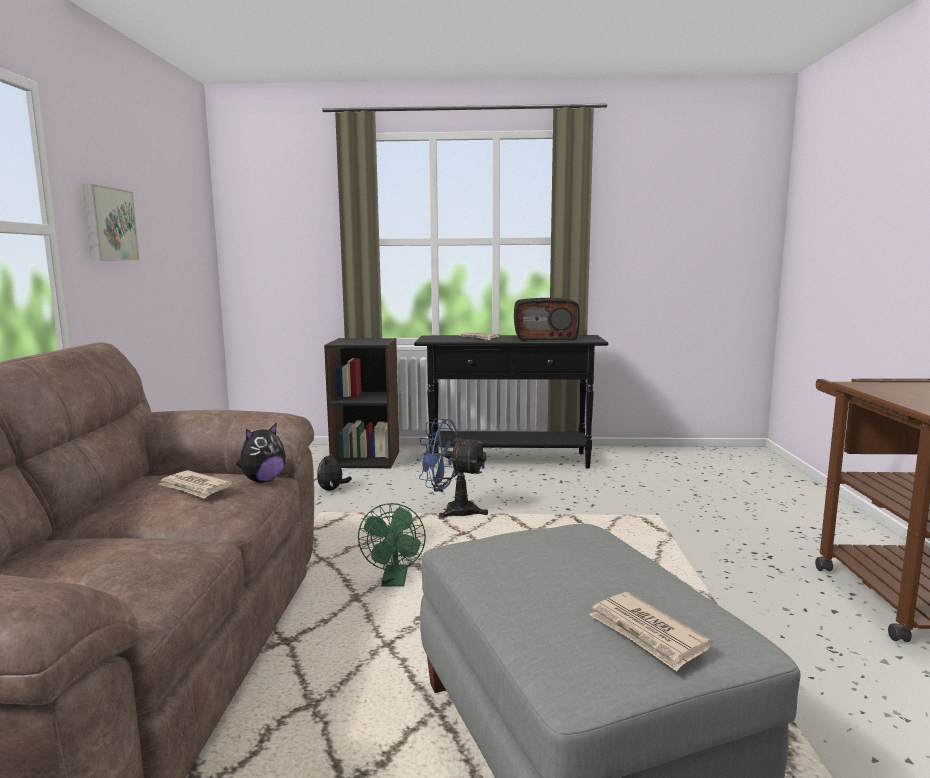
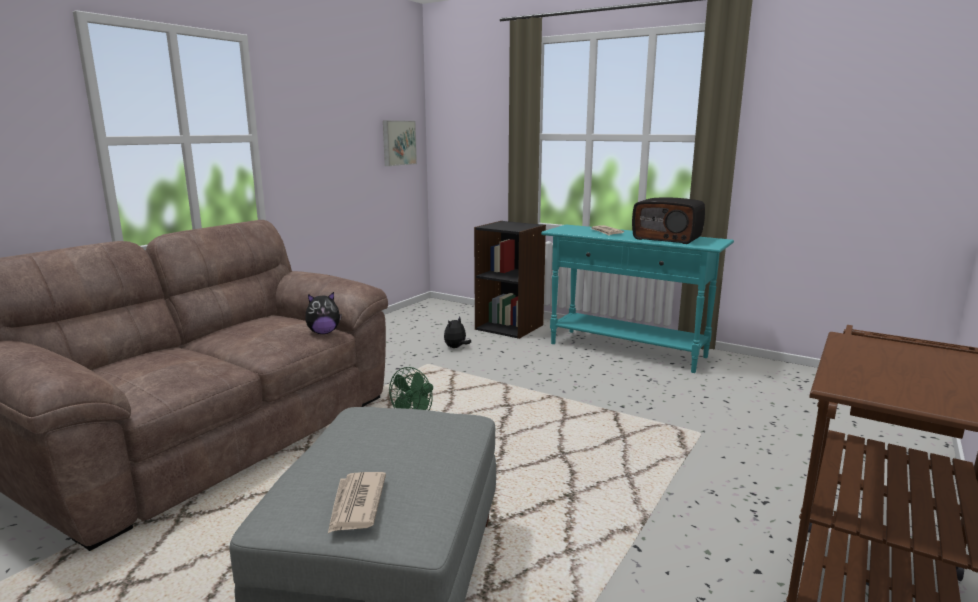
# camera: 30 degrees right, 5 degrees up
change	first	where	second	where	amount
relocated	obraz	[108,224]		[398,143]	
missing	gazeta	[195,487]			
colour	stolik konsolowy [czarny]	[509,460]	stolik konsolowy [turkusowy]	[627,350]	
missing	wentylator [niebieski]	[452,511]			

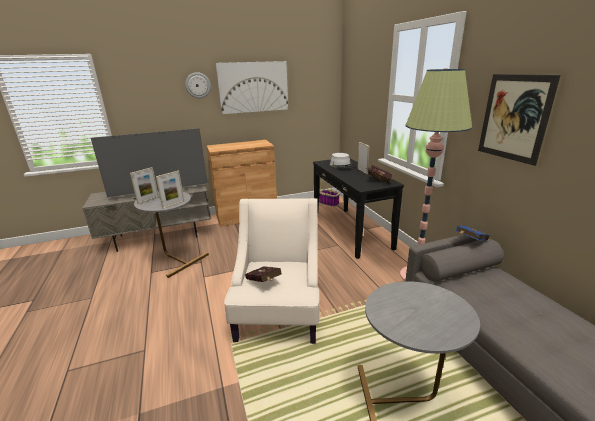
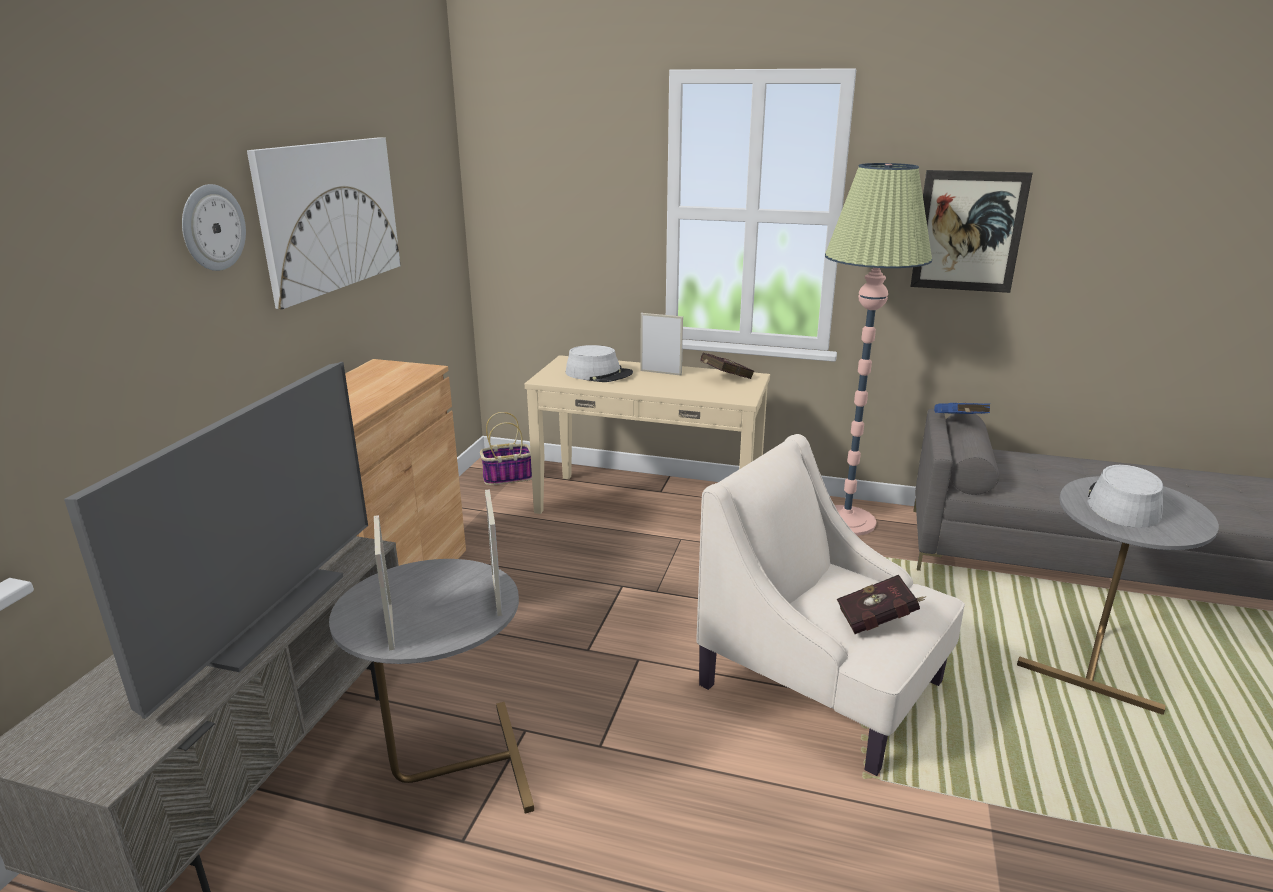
# camera: 55 degrees left, 0 degrees up
change	first	where	second	where	amount
colour	stolik konsolowy [czarny]	[351,231]	stolik konsolowy [beżowy]	[648,506]	
appeared			kapelusz [szary]	[1122,504]	

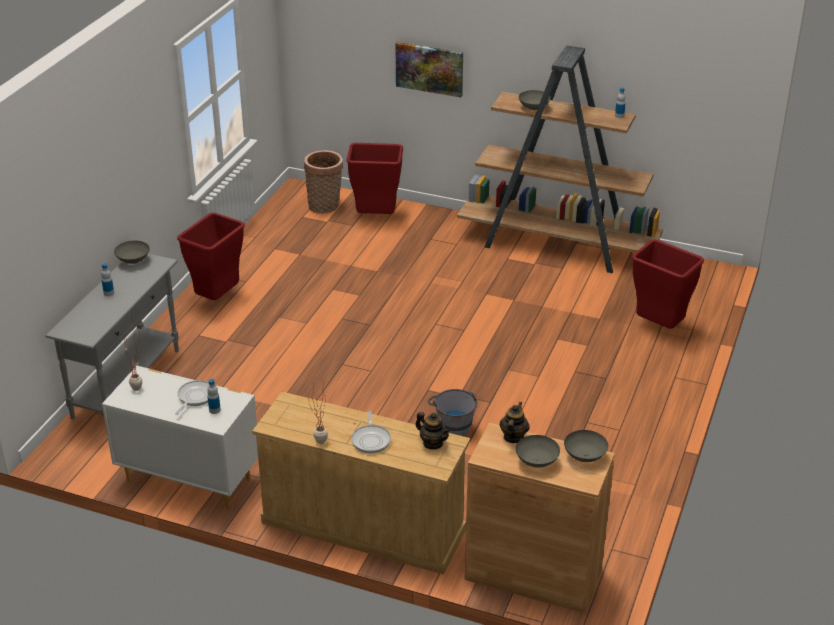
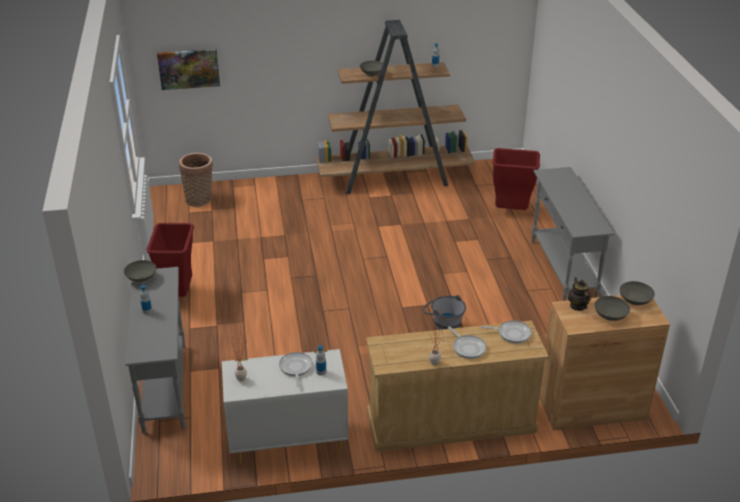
# camera: 30 degrees left, 0 degrees up
change	first	where	second	where	amount
missing	kosz na śmieci [czerwony]	[375,218]			
relocated	obraz	[429,68]		[189,68]	
exchanged	imbryk	[433,443]	patelnia	[512,333]	
appeared			stolik konsolowy [szary]	[562,270]	

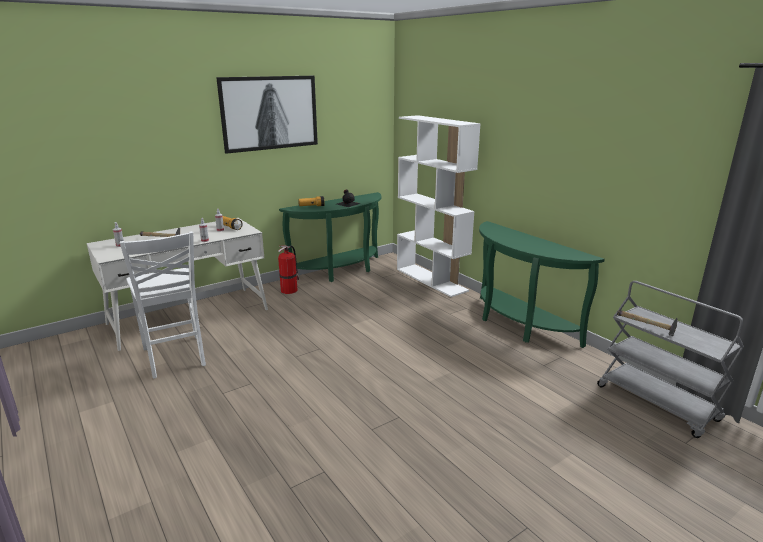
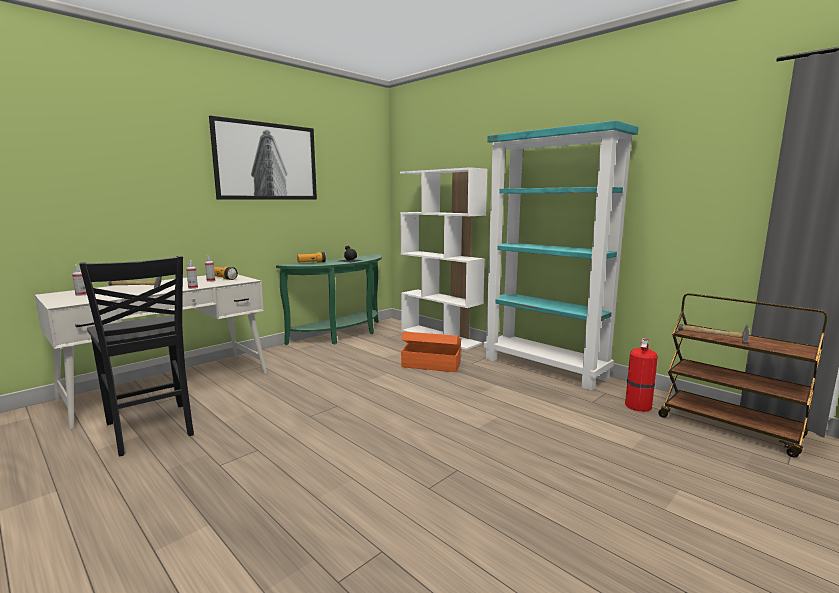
# camera: 10 degrees left, 10 degrees down
change	first	where	second	where	amount
colour	krzesło [biały]	[175,357]	krzesło [czarny]	[151,430]	
relocated	gaśnica	[289,290]		[638,405]	
exchanged	stolik konsolowy [zielony]	[517,325]	regał [turkusowy]	[545,368]	
colour	wózek [szary]	[657,403]	wózek [brązowy]	[730,427]	
appeared			pojemnik do przechowywania [pomarańczowy]	[430,365]	

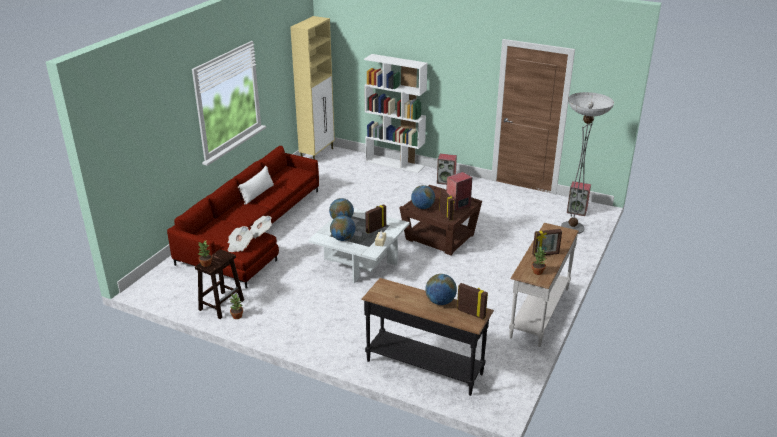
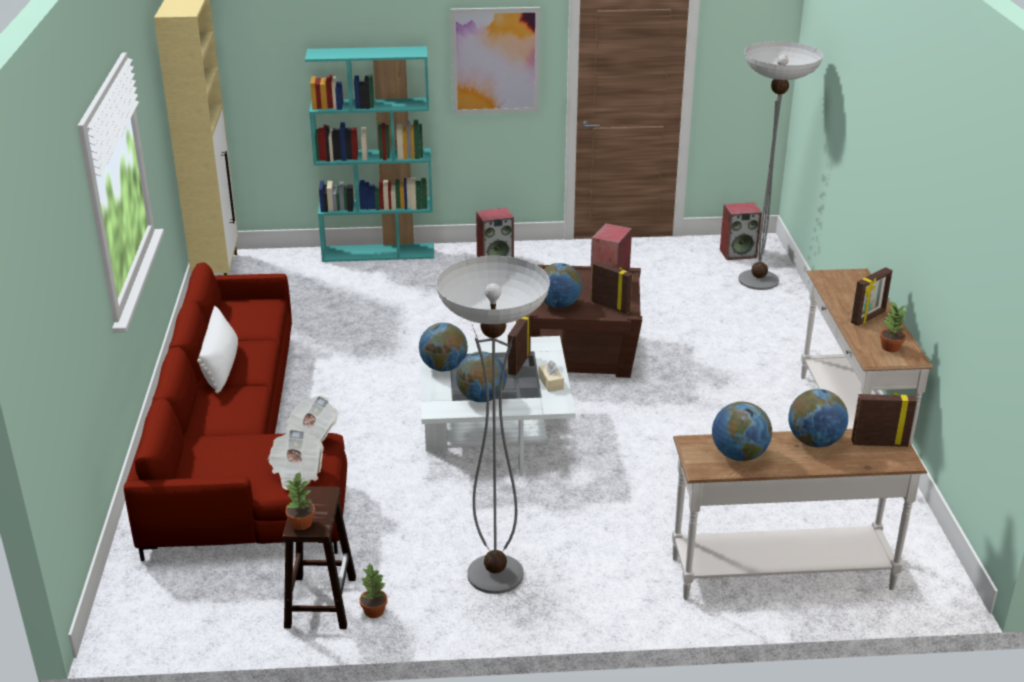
# camera: 30 degrees left, 0 degrees up
change	first	where	second	where	amount
colour	stolik konsolowy [czarny]	[424,366]	stolik konsolowy [biały]	[781,572]	
colour	regał [biały]	[395,164]	regał [turkusowy]	[379,252]	
appeared			lampa stojąca	[495,574]	
appeared			obraz	[495,60]	
appeared			globus	[739,455]	

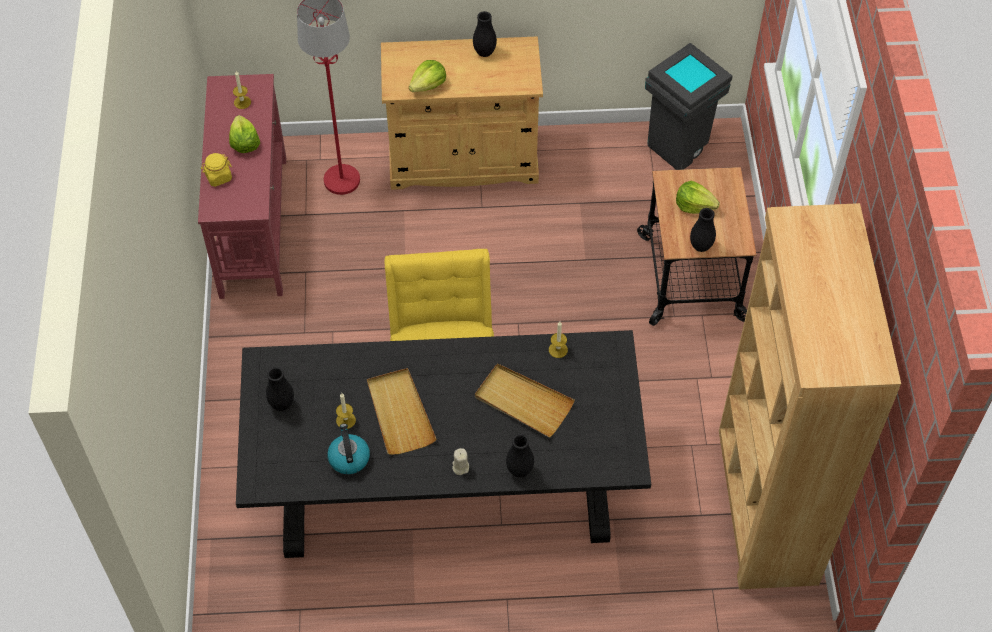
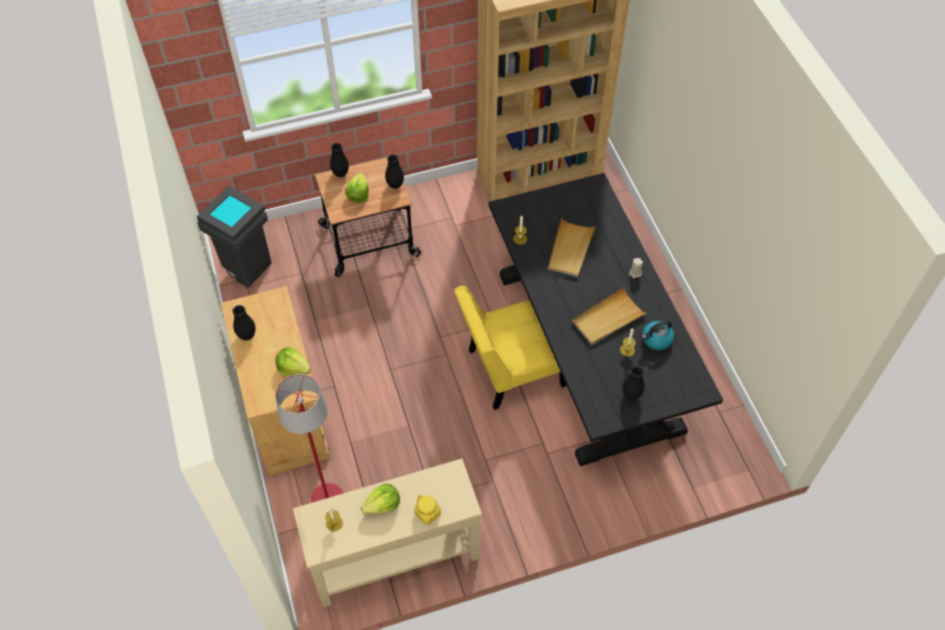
# camera: 105 degrees left, 0 degrees up
change	first	where	second	where	amount
colour	stolik konsolowy [czerwony]	[254,225]	stolik konsolowy [beżowy]	[393,556]	
relocated	wazon [czarny]	[519,470]		[340,174]	

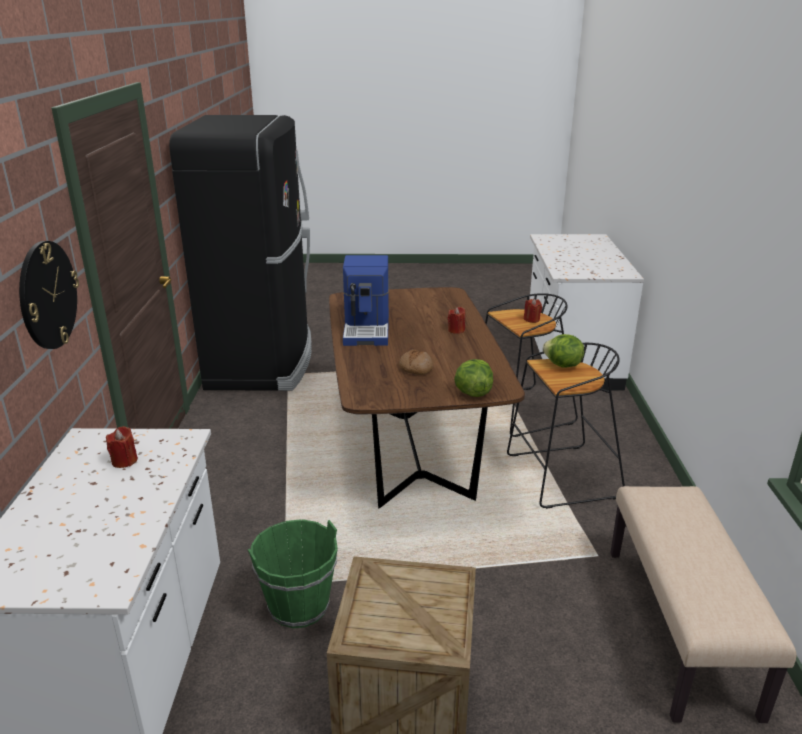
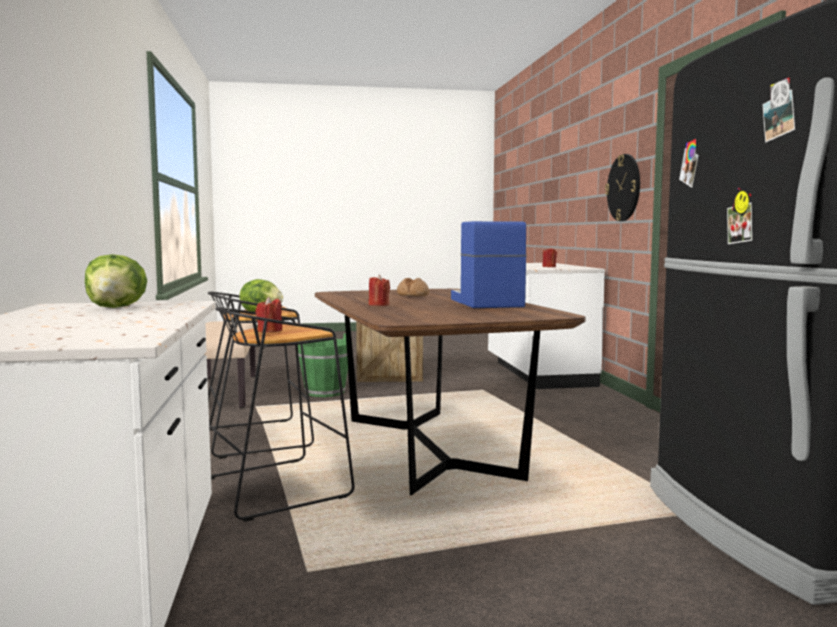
# camera: 170 degrees right, 20 degrees down
change	first	where	second	where	amount
relocated	wiadro [zielony]	[299,606]		[325,392]	
relocated	sałata	[472,393]		[116,307]	

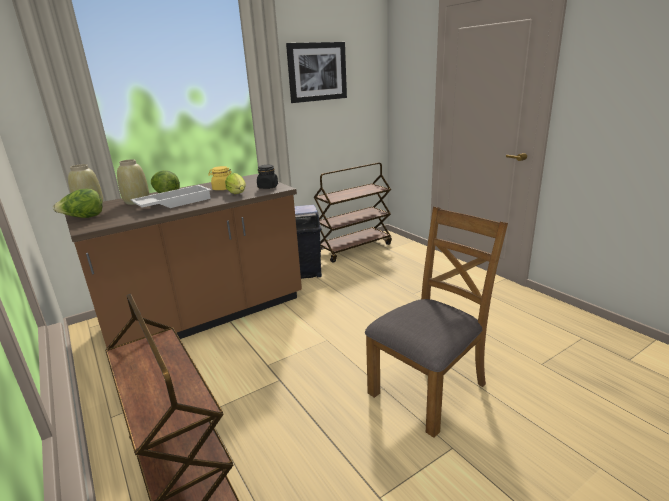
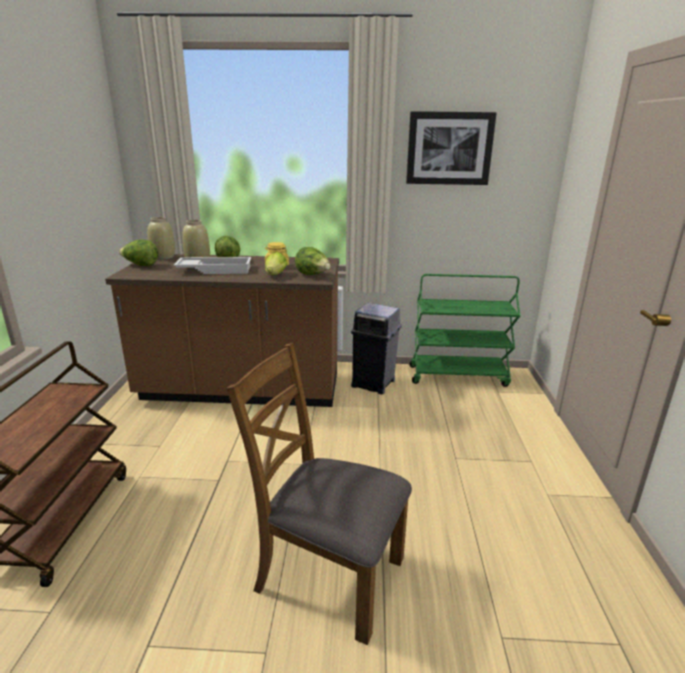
# camera: 35 degrees right, 0 degrees up
change	first	where	second	where	amount
exchanged	słoik [czarny]	[268,187]	sałata	[313,275]	
colour	wózek [brązowy]	[354,248]	wózek [zielony]	[458,376]	
spun	krzesło [brązowy]	[429,388]		[328,574]	150 degrees counterclockwise

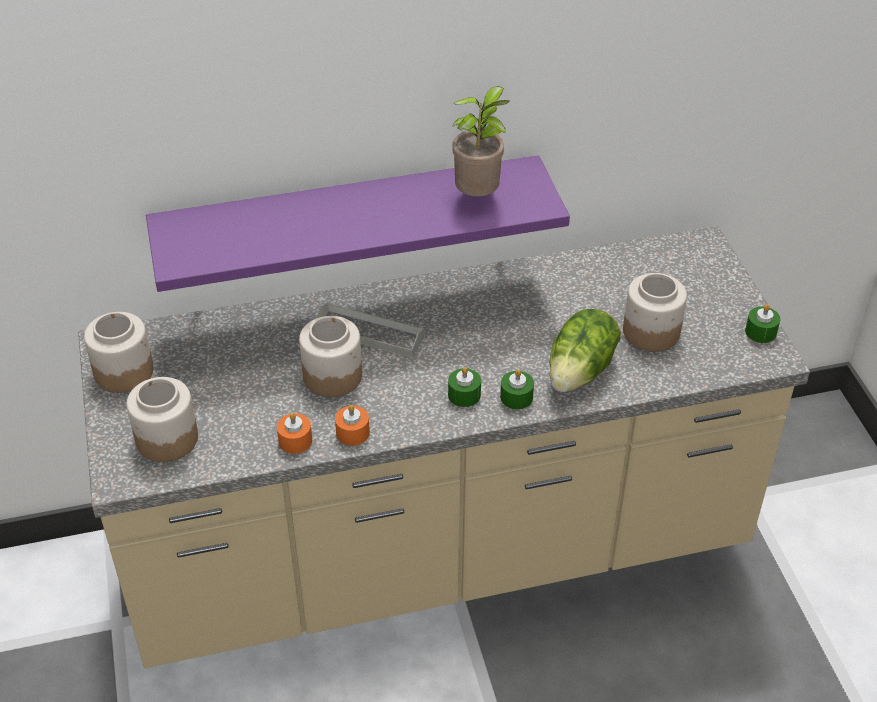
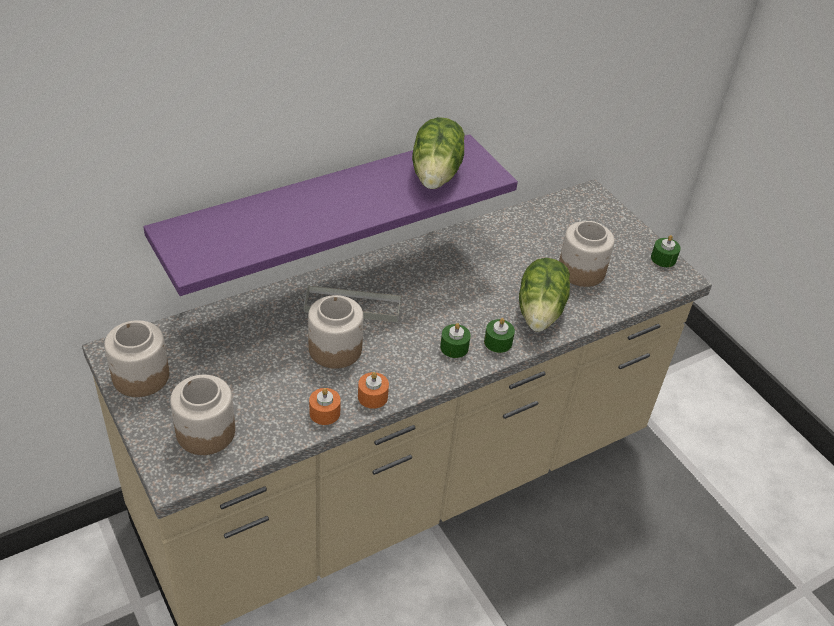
# camera: 20 degrees left, 0 degrees up
change	first	where	second	where	amount
exchanged	roślina doniczkowa	[479,197]	sałata	[437,174]	

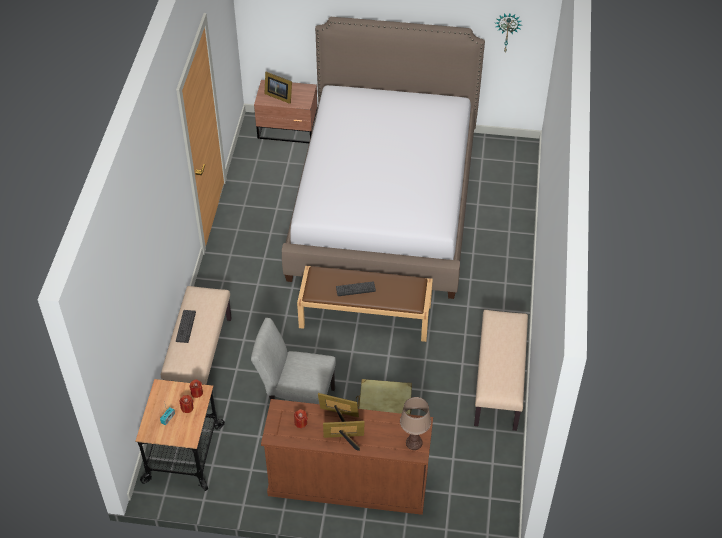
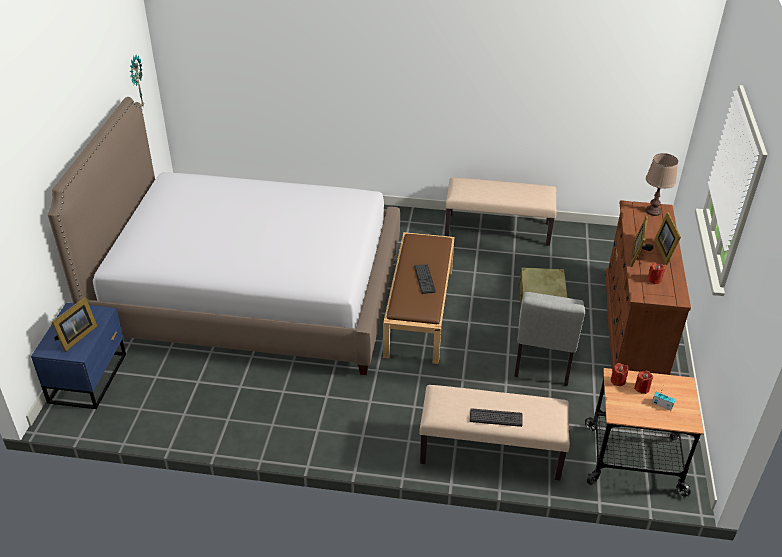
# camera: 90 degrees left, 10 degrees down
change	first	where	second	where	amount
colour	szafka nocna [brązowy]	[288,130]	szafka nocna [niebieski]	[90,377]	

